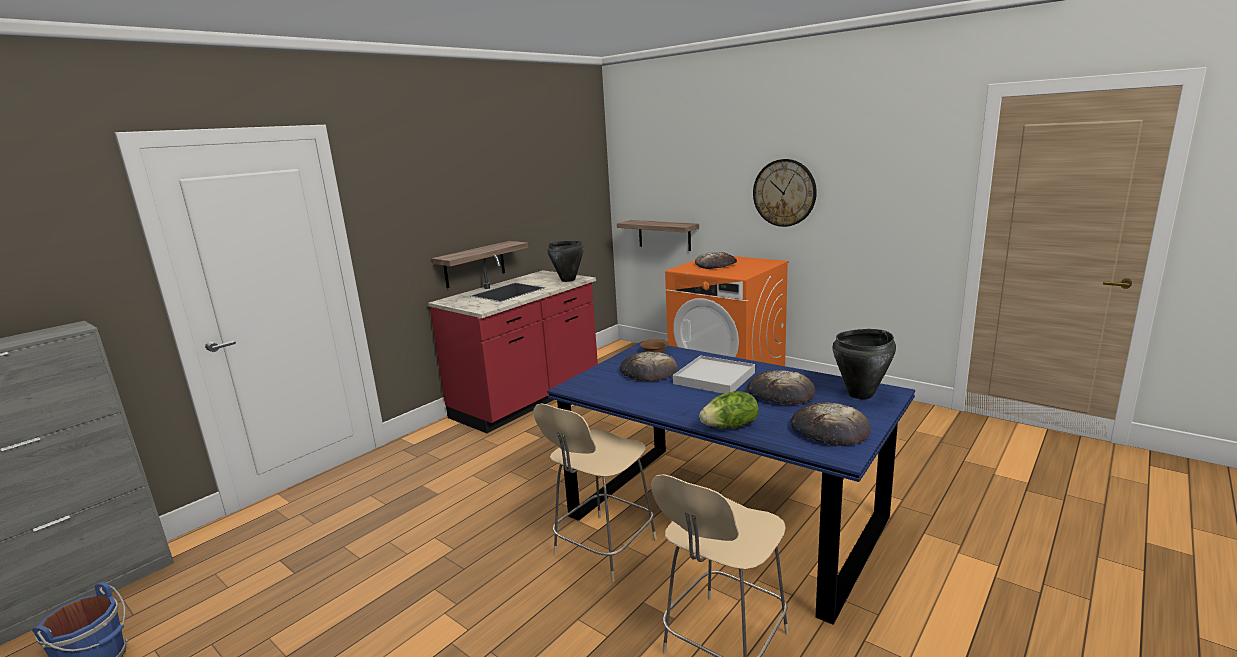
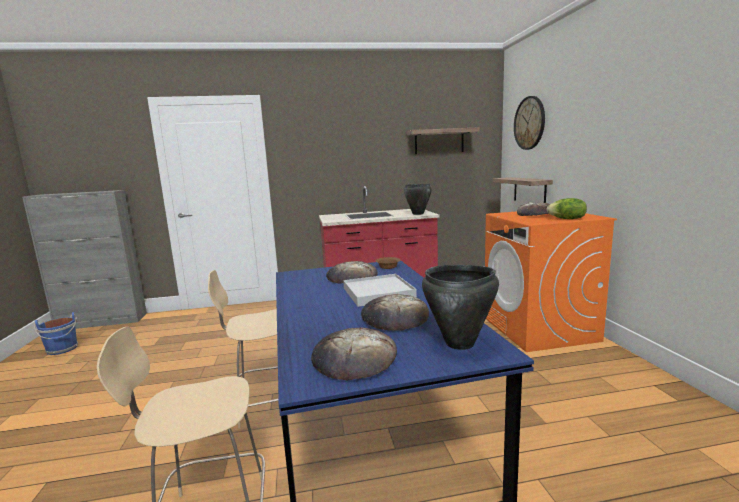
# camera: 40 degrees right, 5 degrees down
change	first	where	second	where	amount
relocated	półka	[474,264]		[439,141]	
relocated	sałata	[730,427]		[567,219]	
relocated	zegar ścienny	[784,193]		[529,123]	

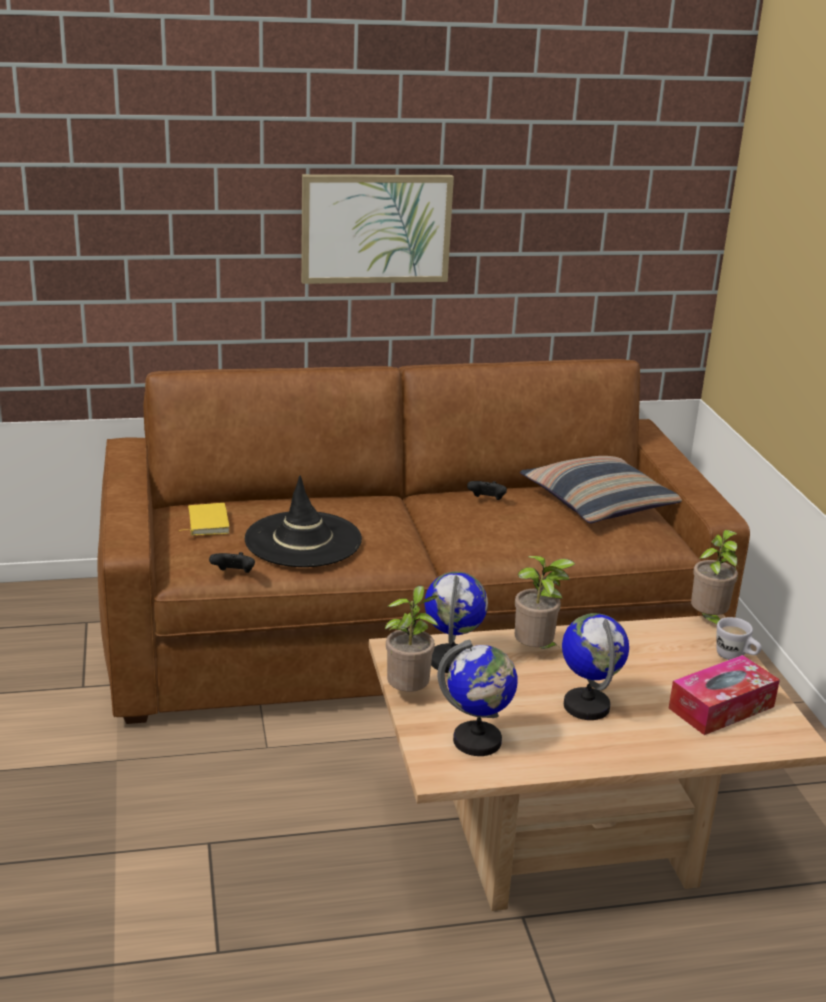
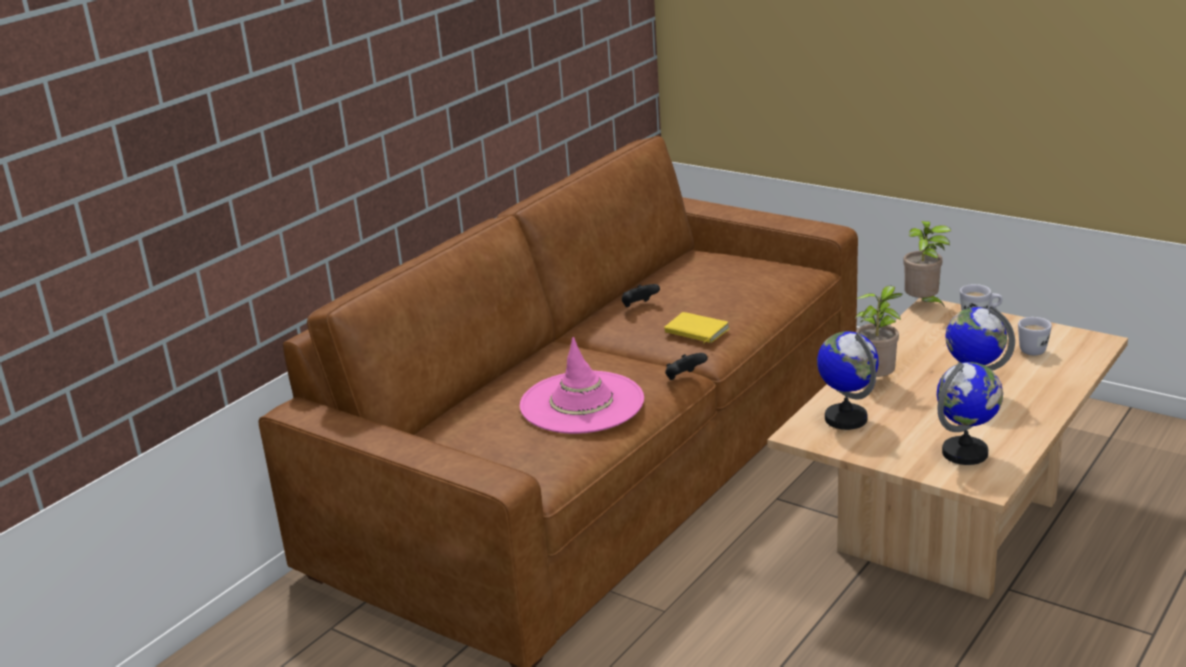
# camera: 40 degrees left, 0 degrees up
change	first	where	second	where	amount
relocated	książka [żółty]	[206,523]		[695,332]	
relocated	pad do gier [czarny]	[234,574]		[684,378]	
colour	kapelusz [czarny]	[303,540]	kapelusz [różowy]	[582,403]	
missing	obraz	[376,228]			
missing	roślina doniczkowa	[408,693]			
missing	poduszka	[599,503]			
exchanged	pudełko chusteczek	[721,707]	kubek [biały]	[1032,348]	

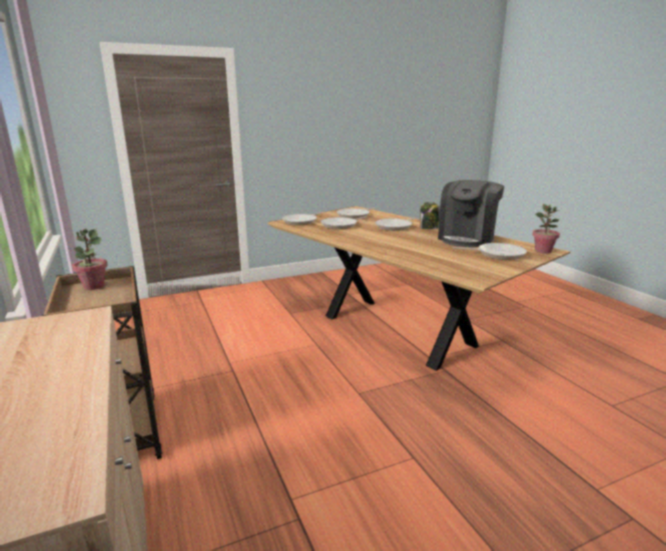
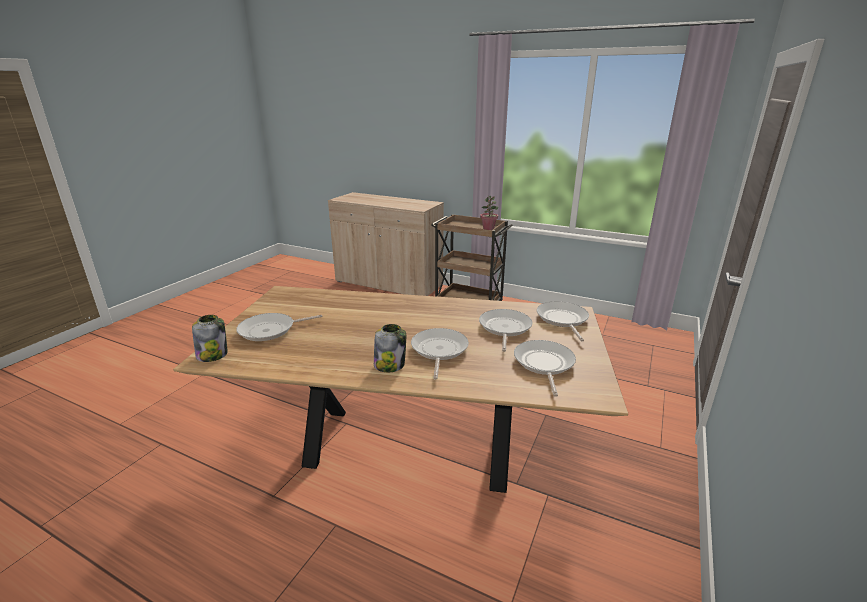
# camera: 140 degrees right, 5 degrees up
change	first	where	second	where	amount
missing	ekspres do kawy	[467,239]			
exchanged	roślina doniczkowa	[543,251]	słoik	[213,355]	

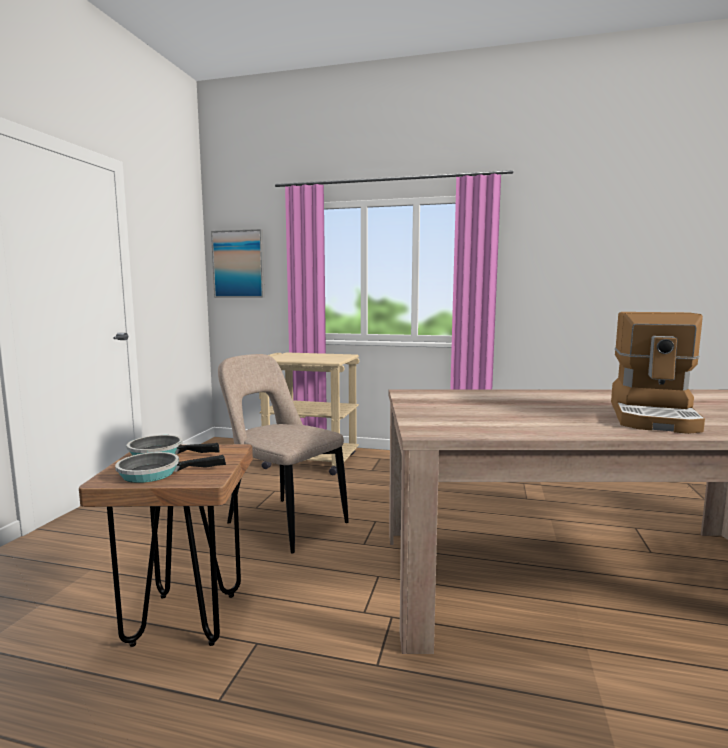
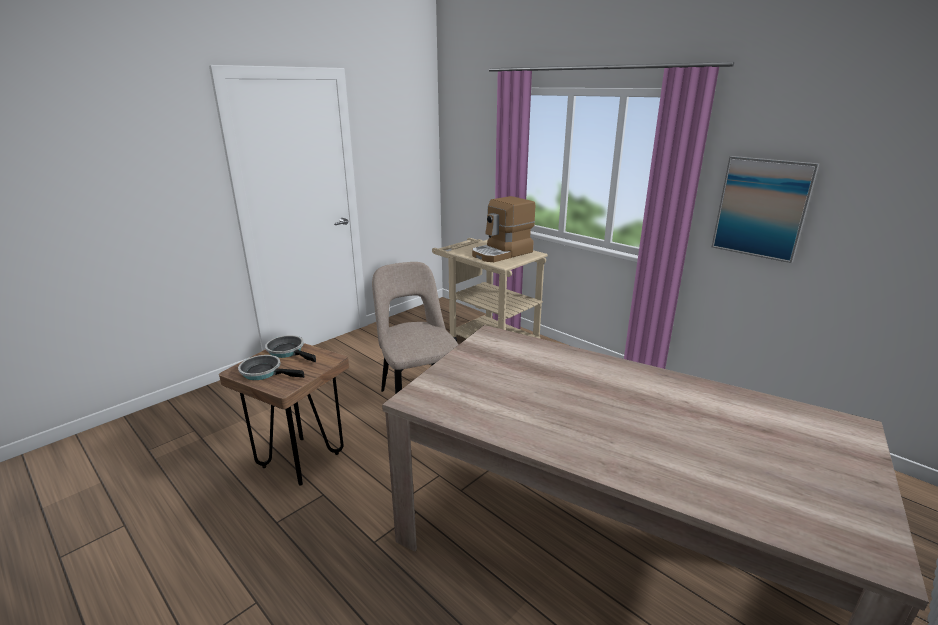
# camera: 30 degrees right, 15 degrees up
change	first	where	second	where	amount
relocated	obraz	[239,264]		[762,208]	
relocated	ekspres do kawy	[654,416]		[502,253]	

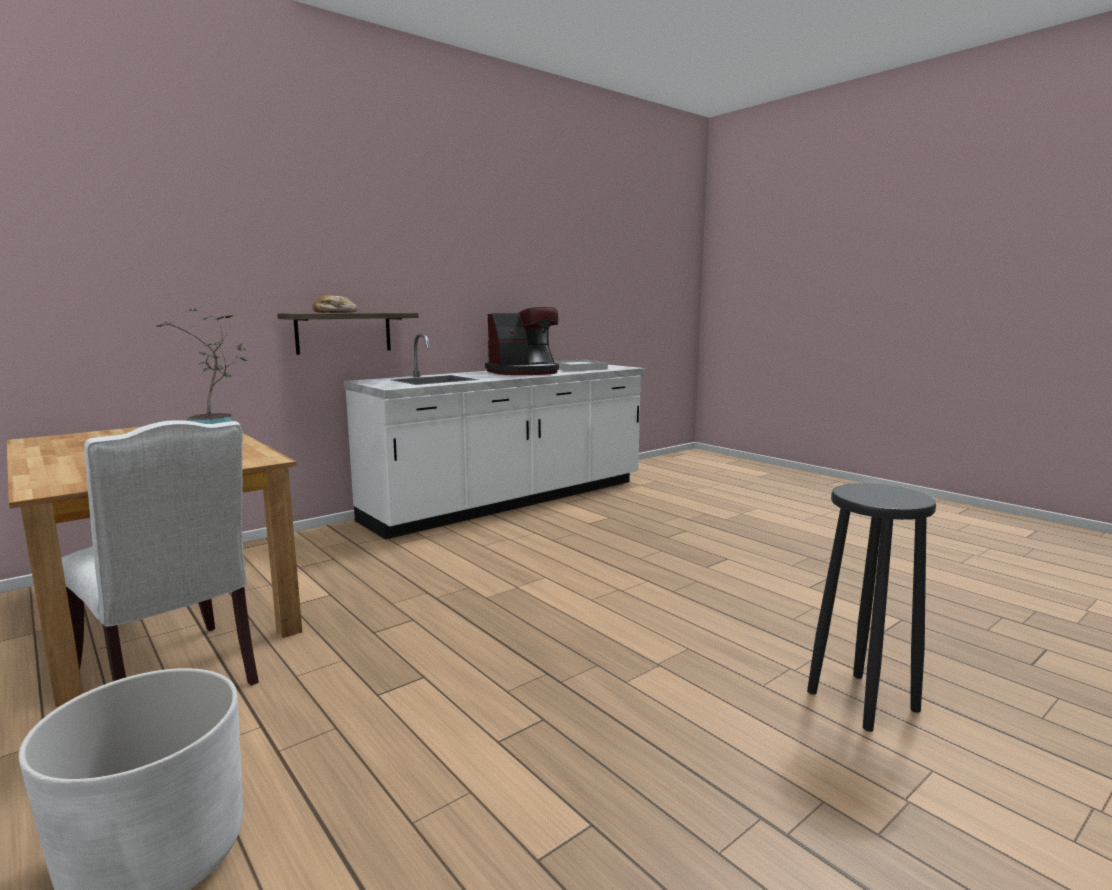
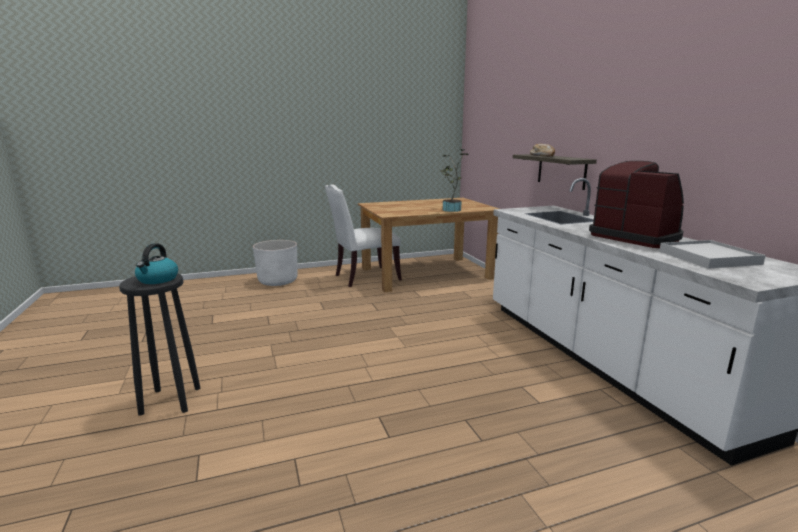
# camera: 110 degrees right, 5 degrees up
change	first	where	second	where	amount
spun	ekspres do kawy	[524,372]		[636,237]	150 degrees clockwise
appeared			czajnik	[157,279]	

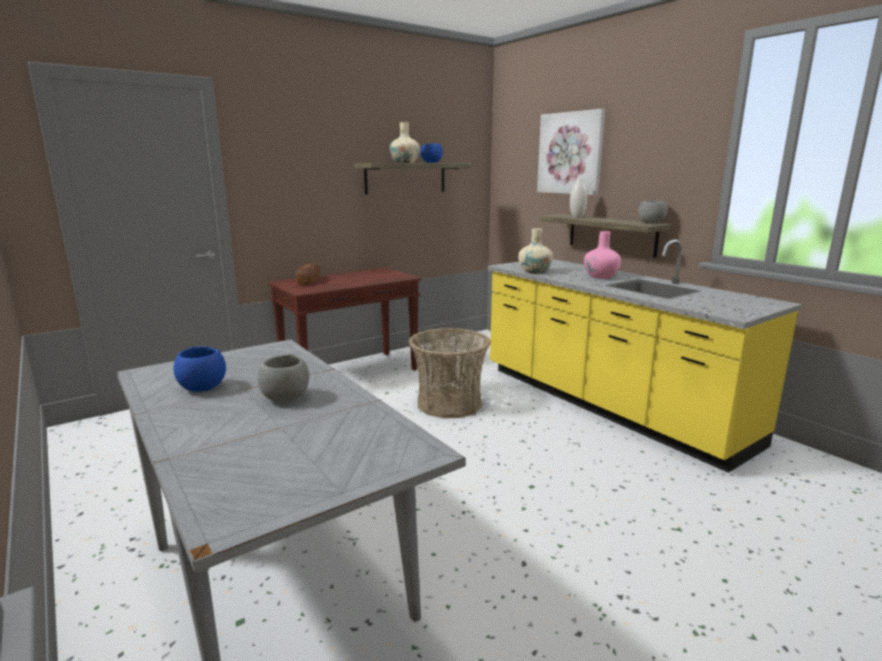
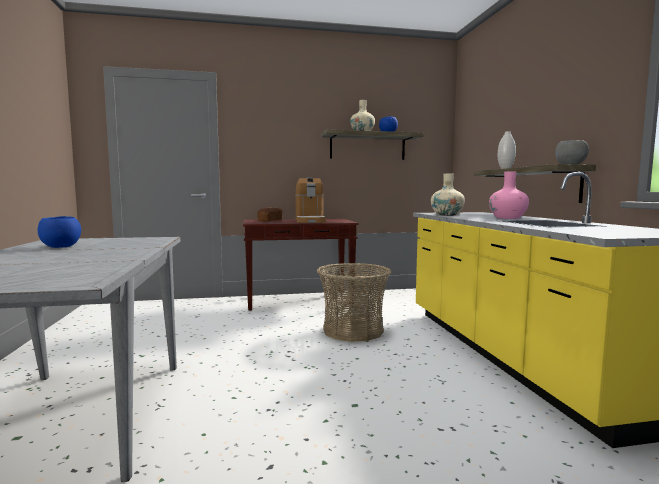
# camera: 25 degrees right, 10 degrees down
change	first	where	second	where	amount
missing	miska [szary]	[285,398]			
missing	obraz	[570,153]			
appeared			ekspres do kawy	[310,220]	

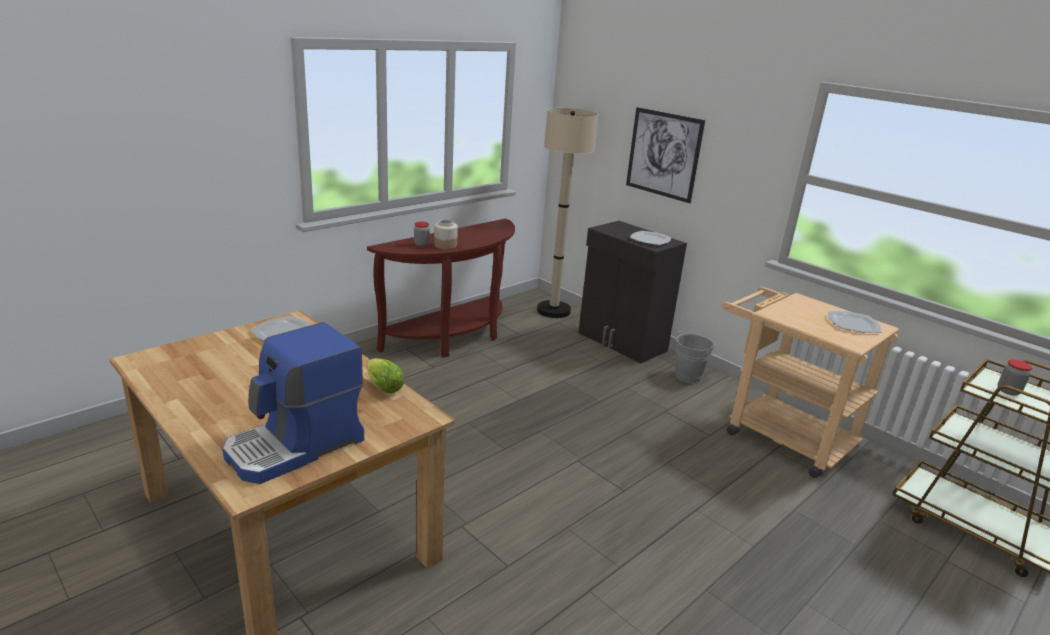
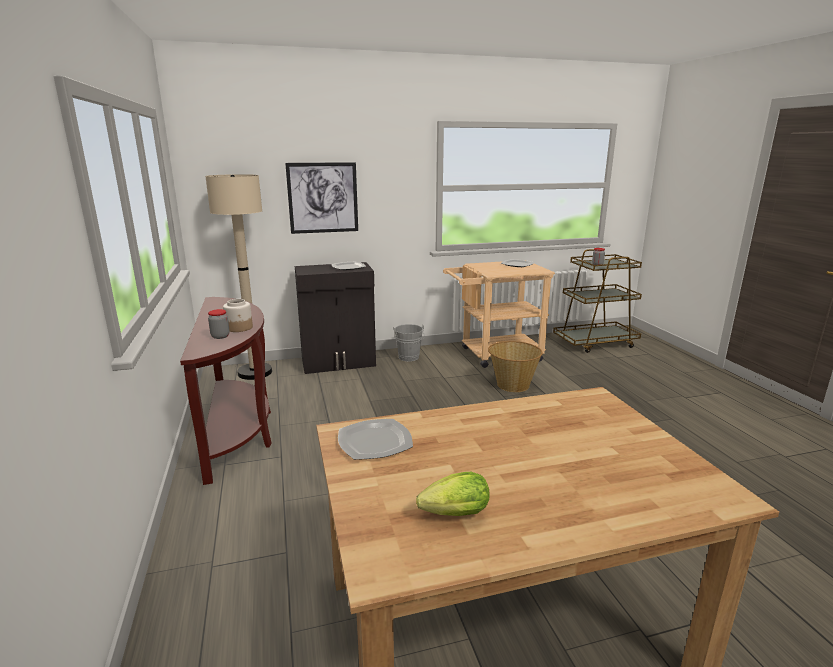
# camera: 60 degrees left, 5 degrees down
change	first	where	second	where	amount
missing	ekspres do kawy	[296,446]			
relocated	sałata	[382,386]		[451,515]	
appeared			koszyk	[512,385]	

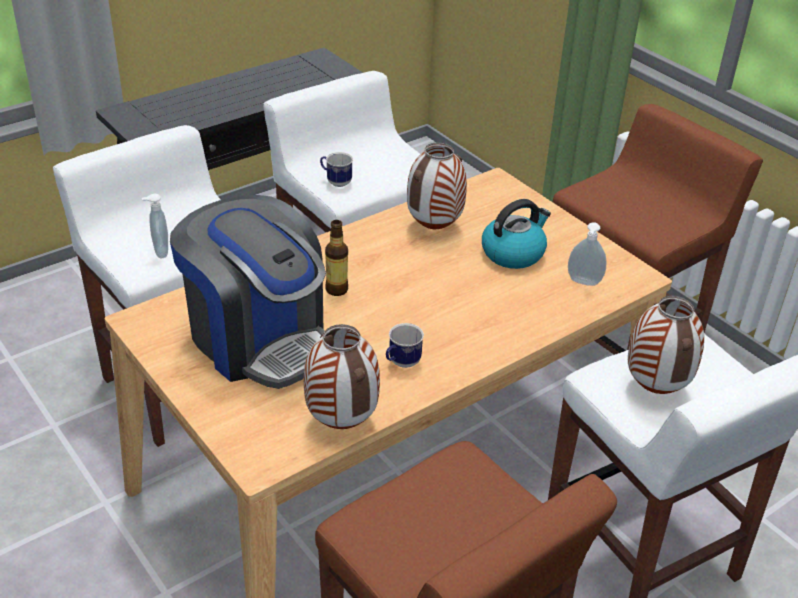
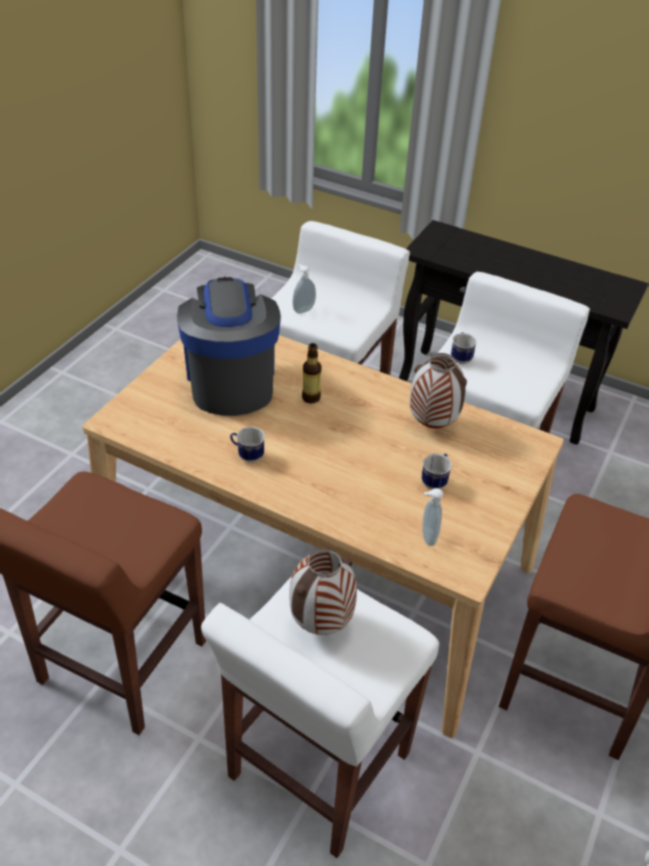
# camera: 65 degrees right, 5 degrees up
change	first	where	second	where	amount
spun	ekspres do kawy	[259,339]		[231,380]	150 degrees clockwise
missing	wazon	[340,423]			
exchanged	czajnik	[513,253]	kubek	[435,481]	

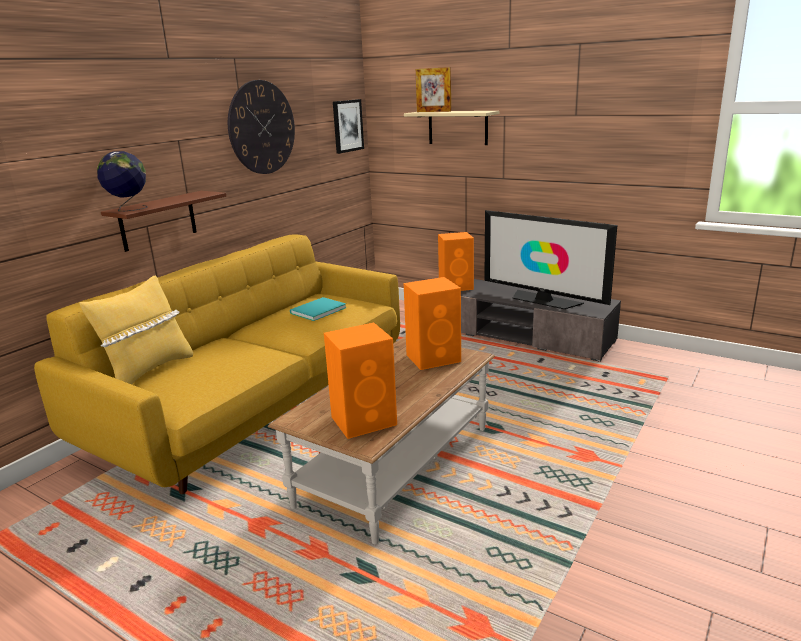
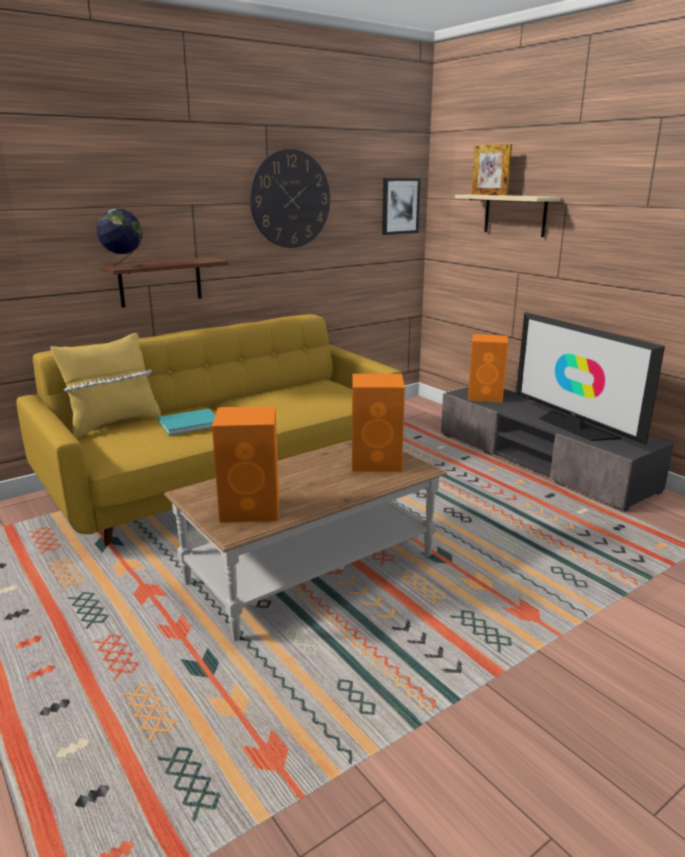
# camera: 20 degrees right, 0 degrees up
change	first	where	second	where	amount
relocated	książka [turkusowy]	[316,310]		[187,423]	

